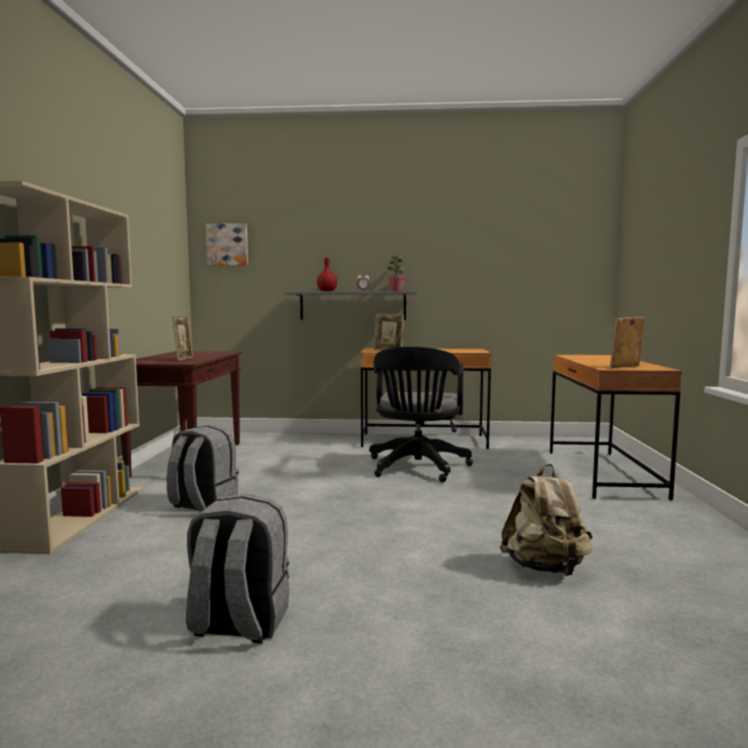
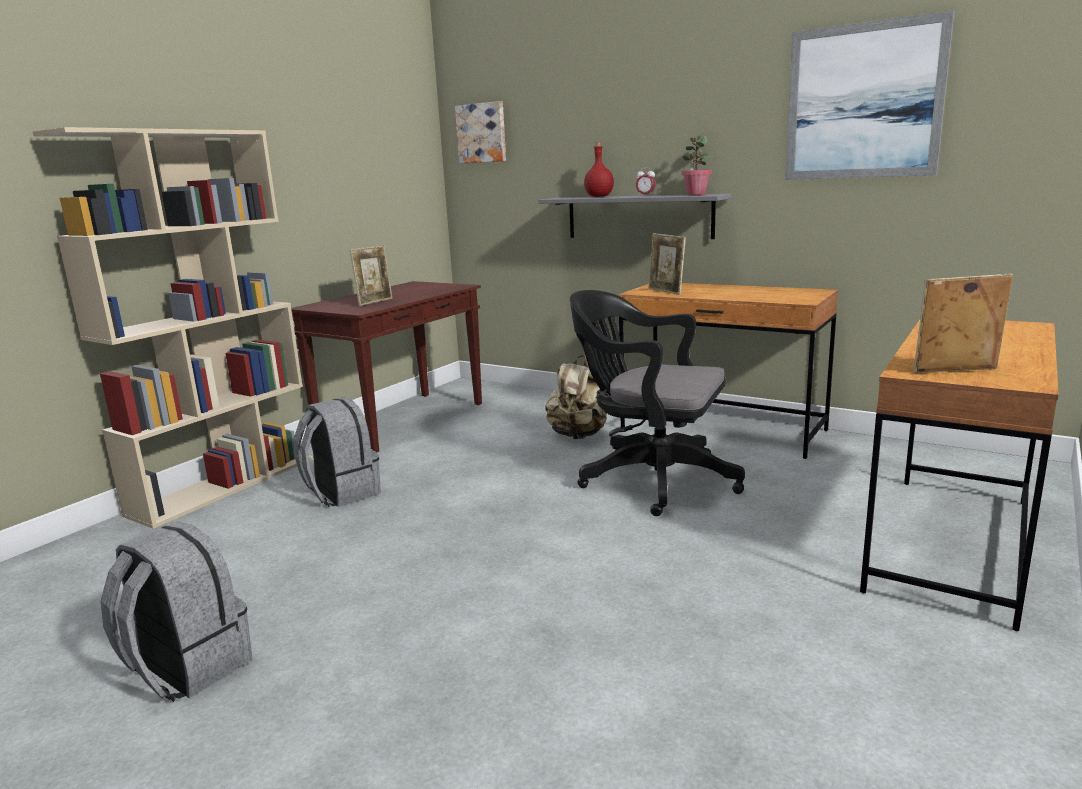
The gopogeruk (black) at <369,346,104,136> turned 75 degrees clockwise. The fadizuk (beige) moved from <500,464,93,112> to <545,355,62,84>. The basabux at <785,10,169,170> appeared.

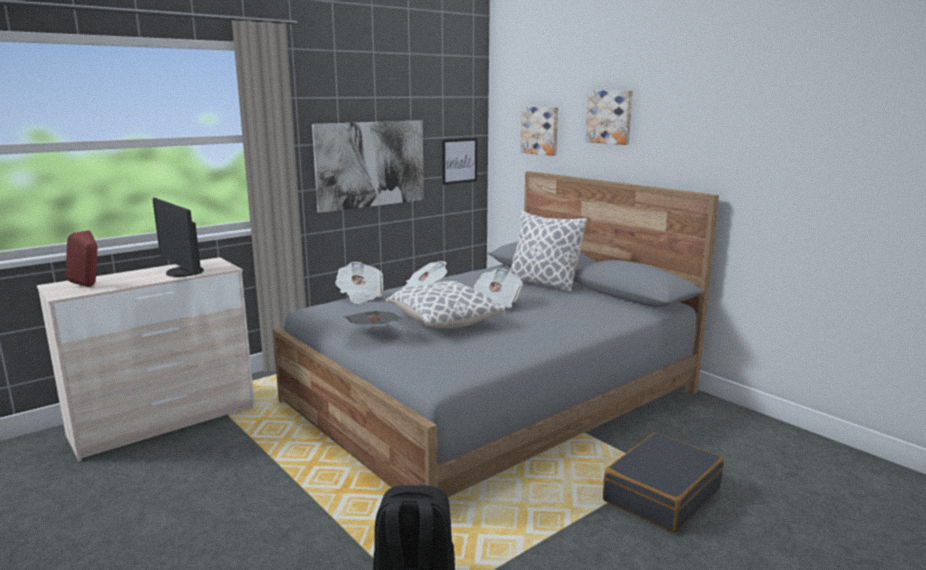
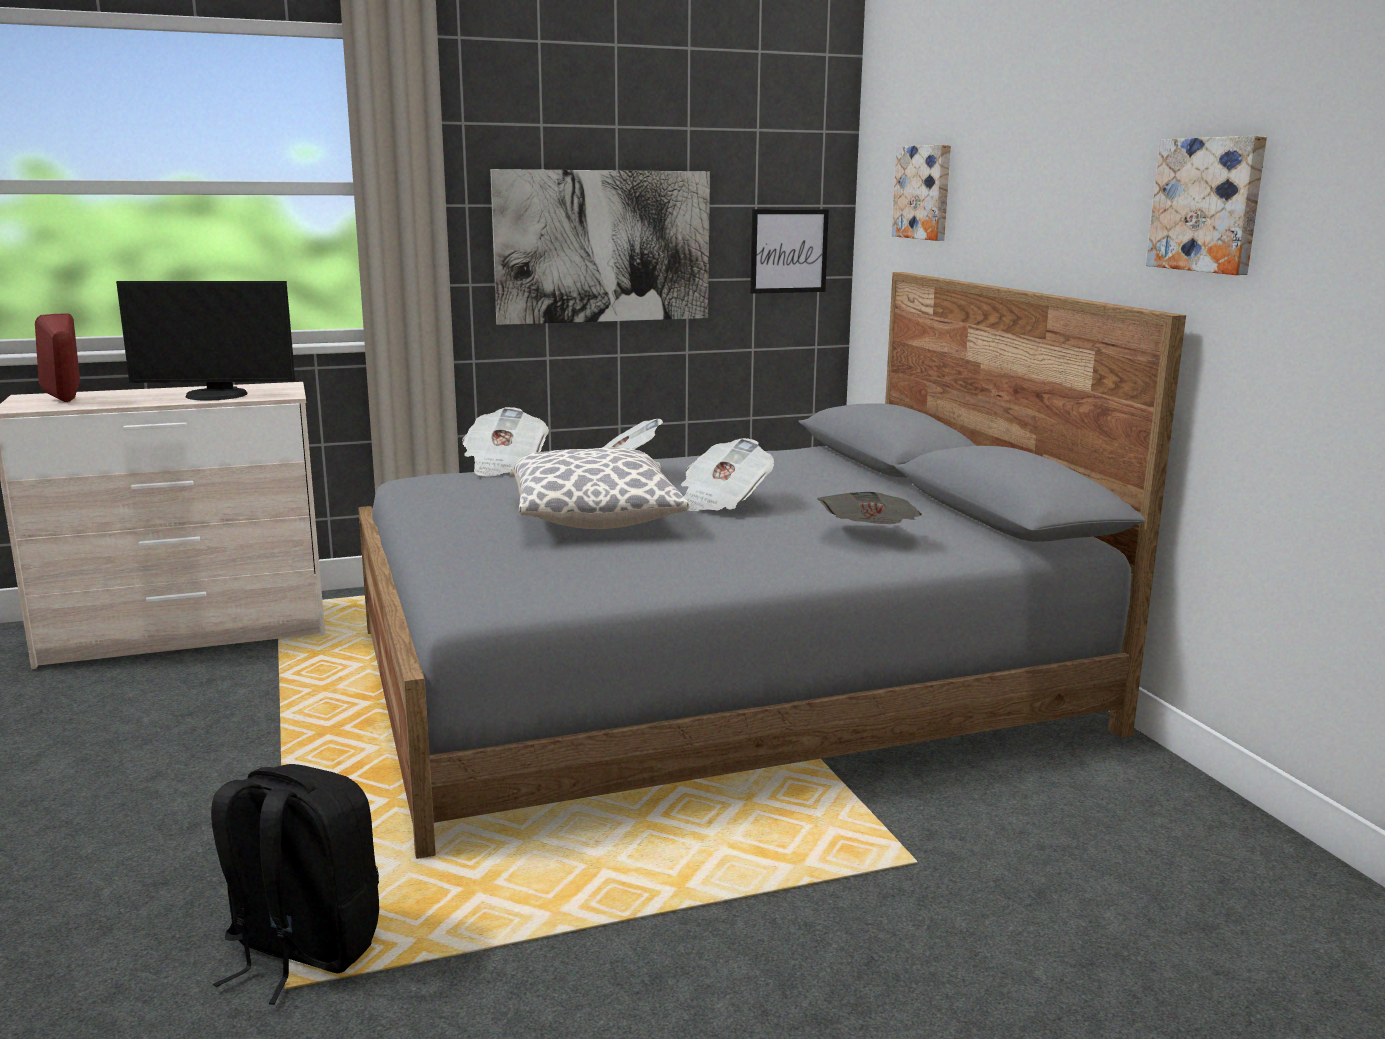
The basabux moved from <585,91,48,54> to <1146,136,121,139>. The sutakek at <152,198,52,79> turned 75 degrees counterclockwise. The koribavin at <509,211,78,81> disappeared. The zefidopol moved from <344,311,58,14> to <817,492,105,32>. The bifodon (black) at <603,432,121,101> disappeared.

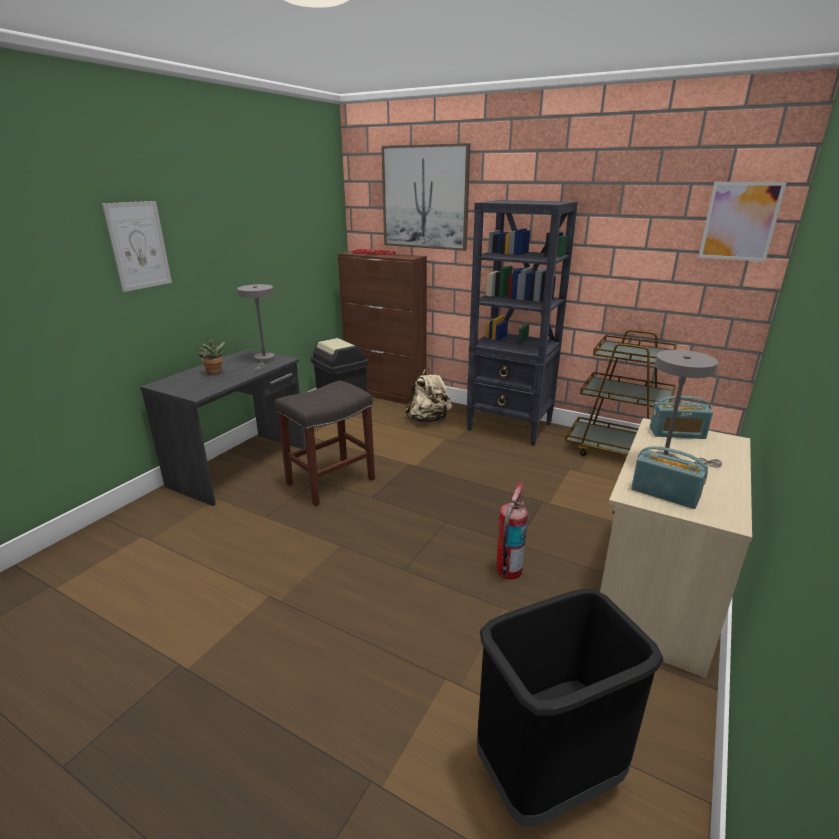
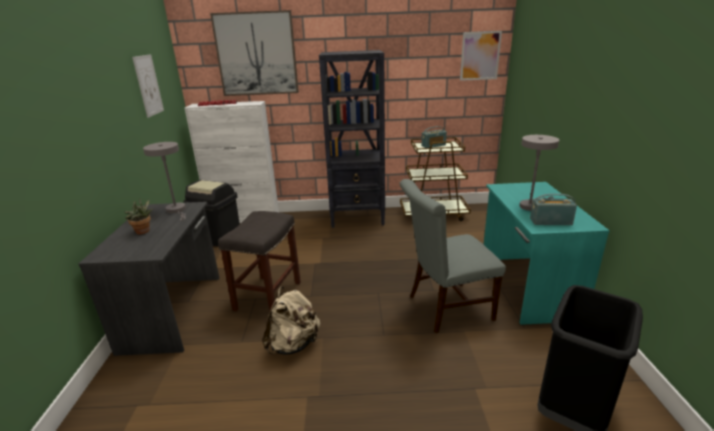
The basabux moved from <102,201,70,91> to <132,54,32,64>. The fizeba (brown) at <338,251,89,153> became the fizeba (white) at <185,101,94,122>. The fadizuk (beige) moved from <405,368,47,54> to <262,286,58,69>. The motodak moved from <650,396,63,43> to <421,126,26,22>. The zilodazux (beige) at <600,418,152,260> became the zilodazux (turquoise) at <483,182,127,143>. The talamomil at <496,482,32,97> was replaced by the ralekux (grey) at <400,179,106,154>.

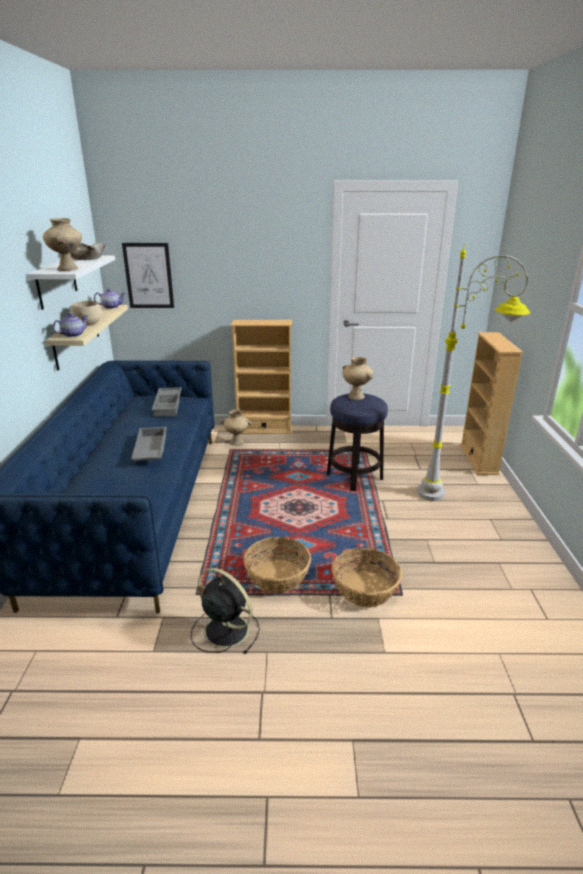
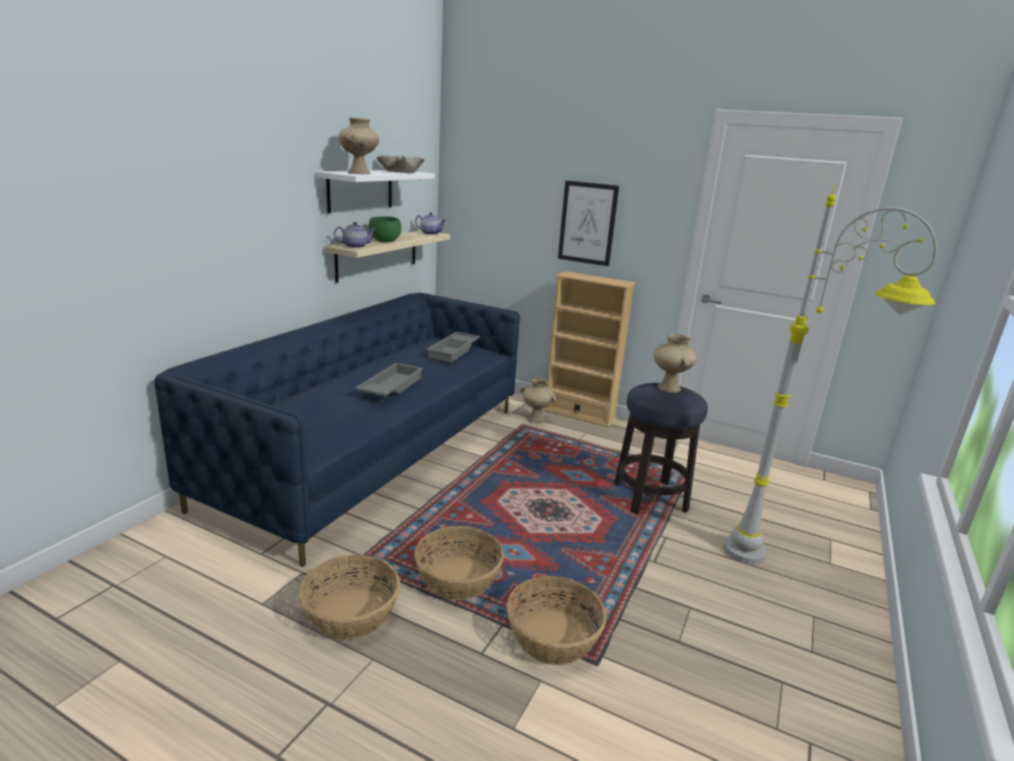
The basabux moved from <122,243,52,65> to <558,181,61,85>. The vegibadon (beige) at <69,301,33,25> became the vegibadon (green) at <369,216,32,27>. The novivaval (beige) at <460,332,63,143> disappeared. The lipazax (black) at <191,568,69,86> was replaced by the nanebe at <299,555,101,85>.

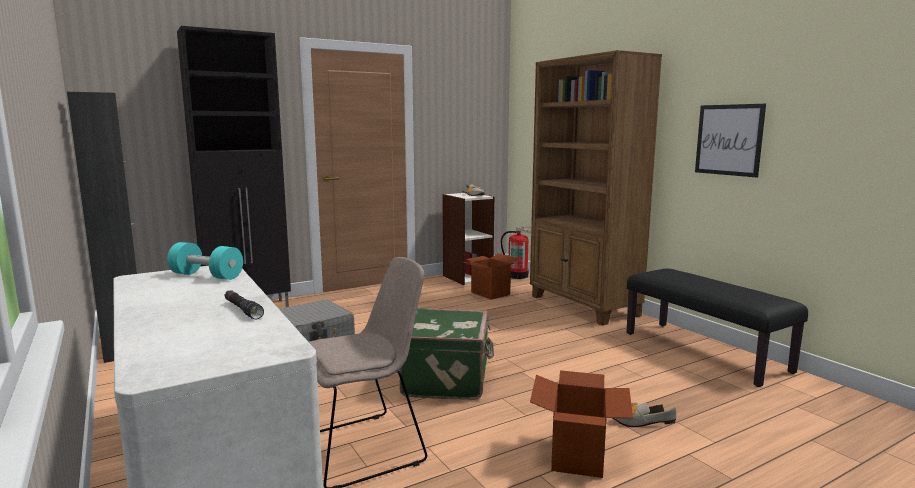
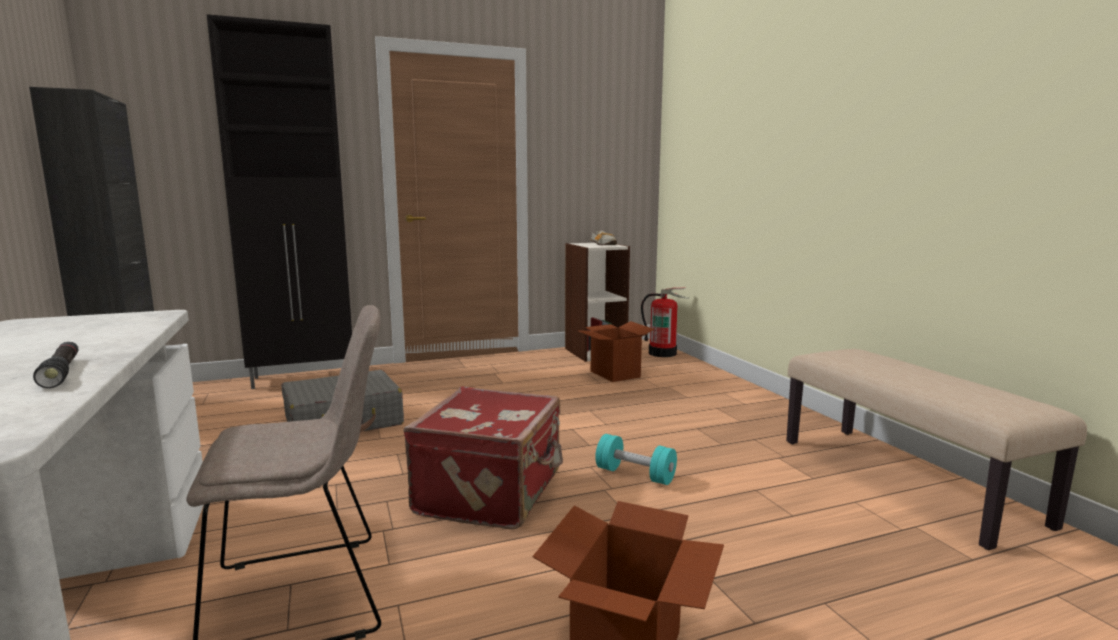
The novivaval (brown) at <530,50,132,275> disappeared. The basabux at <695,104,71,73> disappeared. The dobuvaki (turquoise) moved from <167,242,76,38> to <595,434,82,51>. The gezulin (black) at <626,268,182,119> became the gezulin (beige) at <786,349,301,201>. The bifodon (green) at <399,308,95,92> became the bifodon (red) at <403,387,160,143>. The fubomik at <613,403,63,24> disappeared.

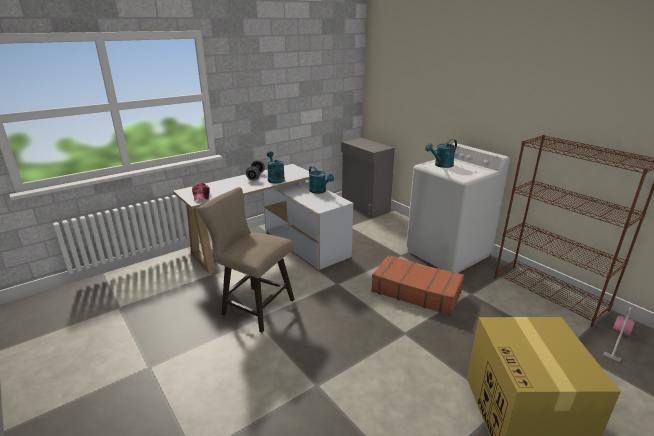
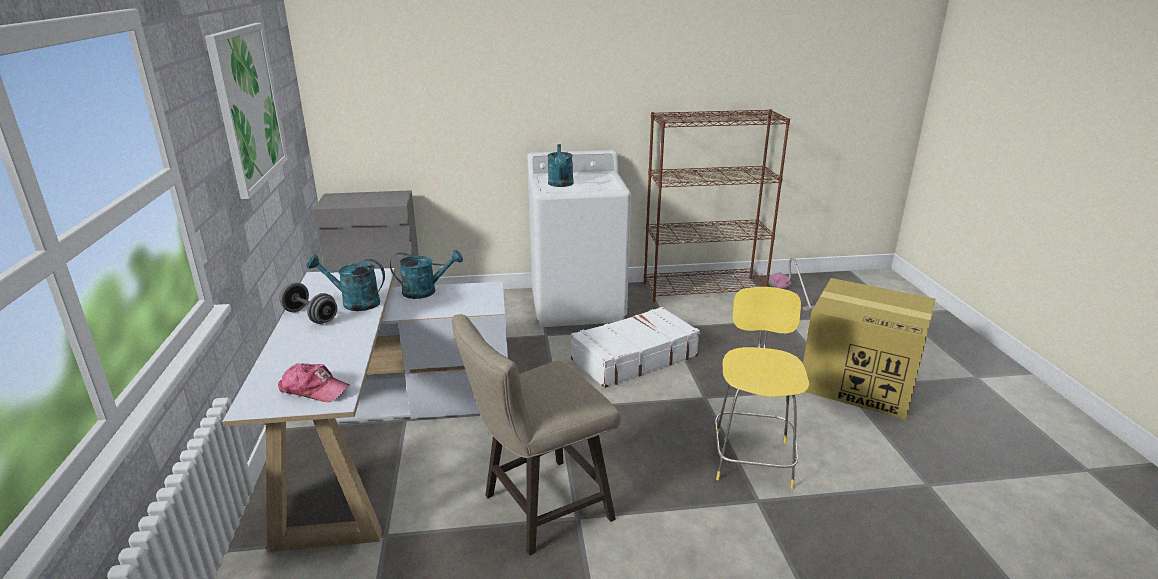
The bifodon (brown) at <371,255,93,61> became the bifodon (white) at <571,307,129,81>. The basabux at <205,23,83,176> appeared. The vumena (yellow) at <714,287,96,202> appeared.

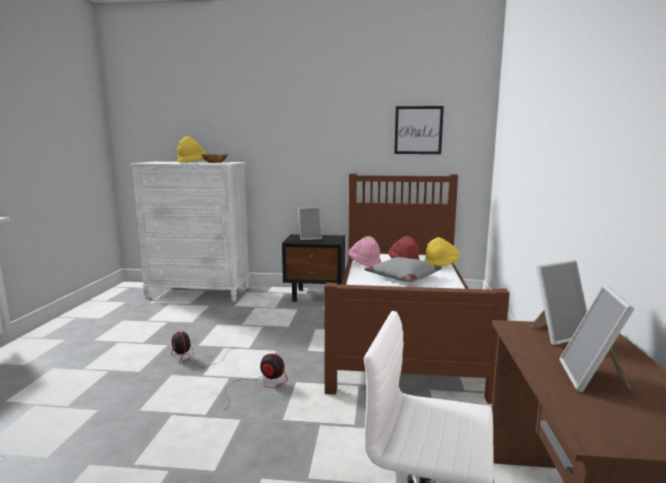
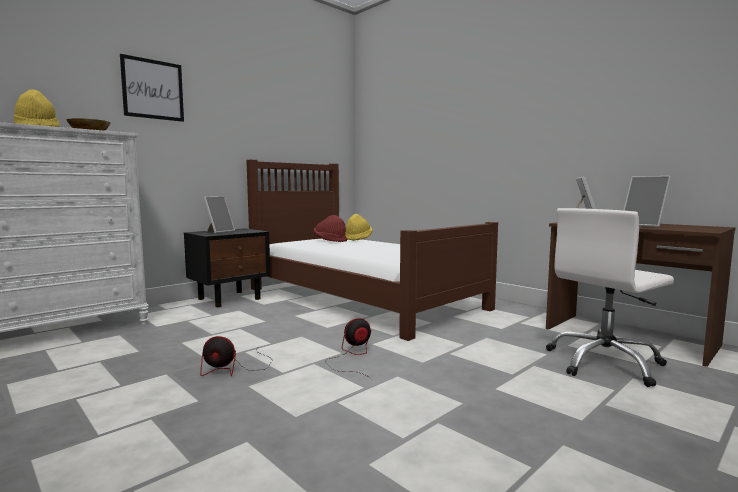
The basabux moved from <394,106,50,48> to <120,54,64,68>. The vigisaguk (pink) at <349,236,32,30> disappeared. The koribavin (grey) at <364,257,78,25> disappeared.

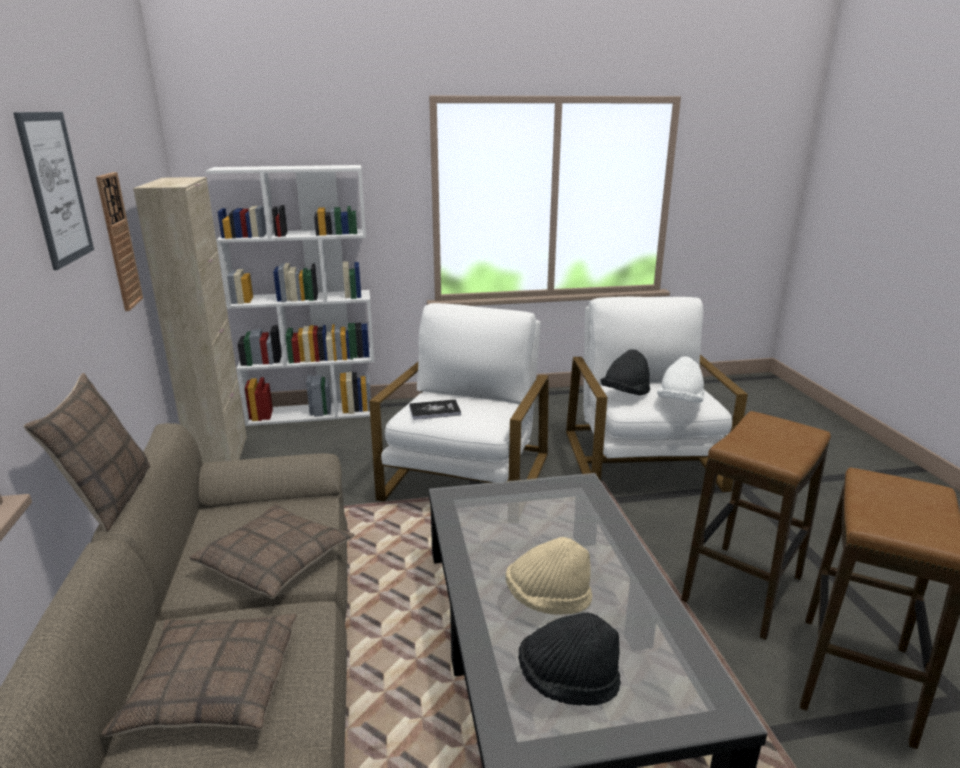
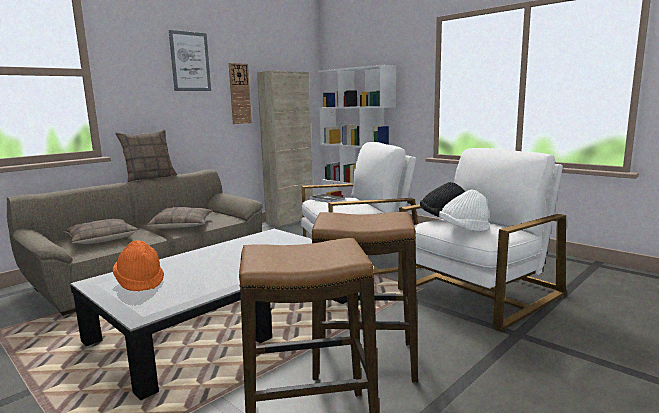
The vigisaguk (beige) at <506,537,86,78> disappeared. The vigisaguk (black) at <518,612,103,94> became the vigisaguk (orange) at <112,240,52,52>.

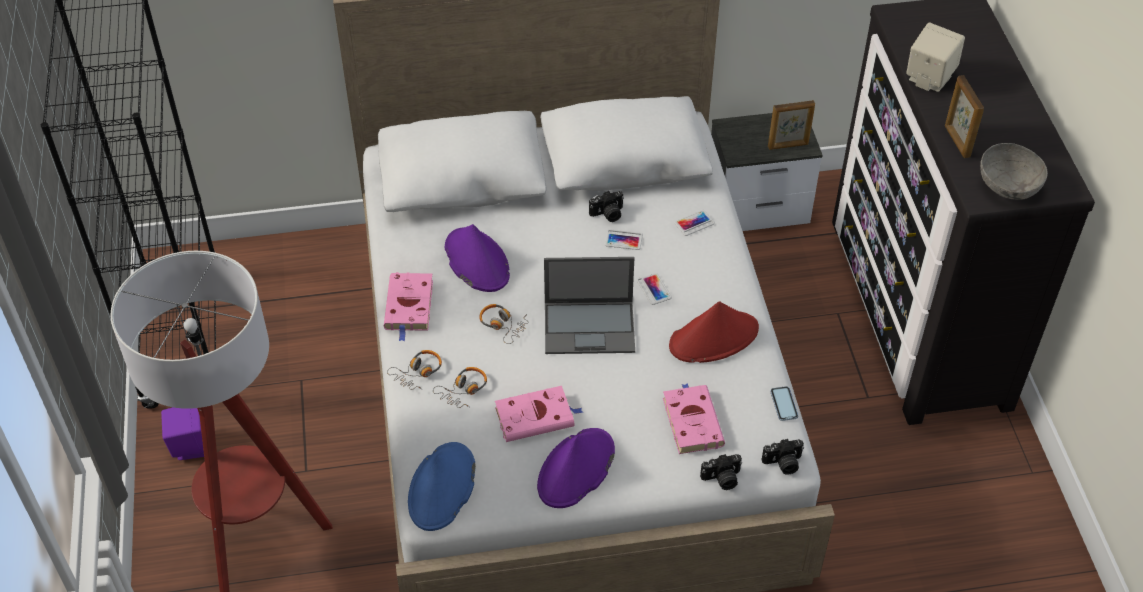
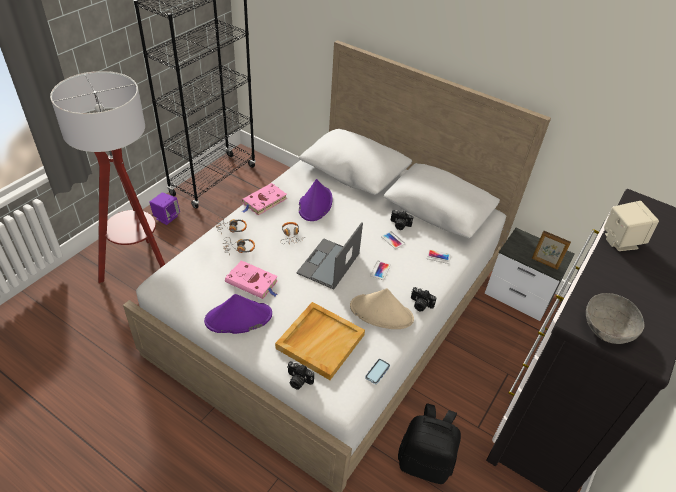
The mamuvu at <945,75,39,83> disappeared. The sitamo at <544,257,91,97> turned 75 degrees clockwise. The vigisaguk (red) at <669,302,90,61> became the vigisaguk (beige) at <350,288,64,41>. The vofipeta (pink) at <663,383,62,71> was replaced by the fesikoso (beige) at <275,302,90,78>. The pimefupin moved from <762,439,42,36> to <411,287,26,24>. The vigisaguk (blue) at <408,442,68,89> disappeared. The fadizuk (black) at <398,403,63,81> appeared.

